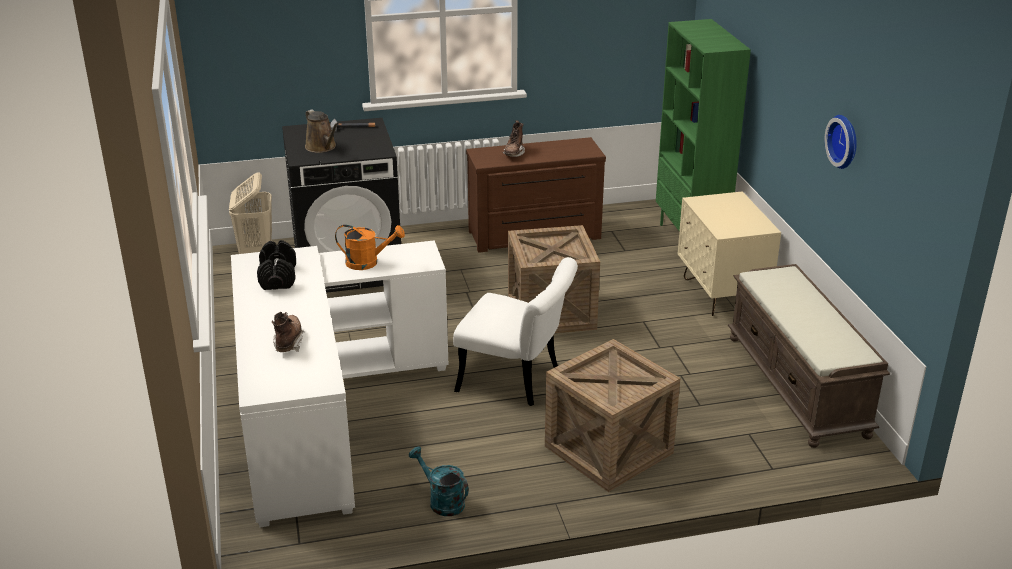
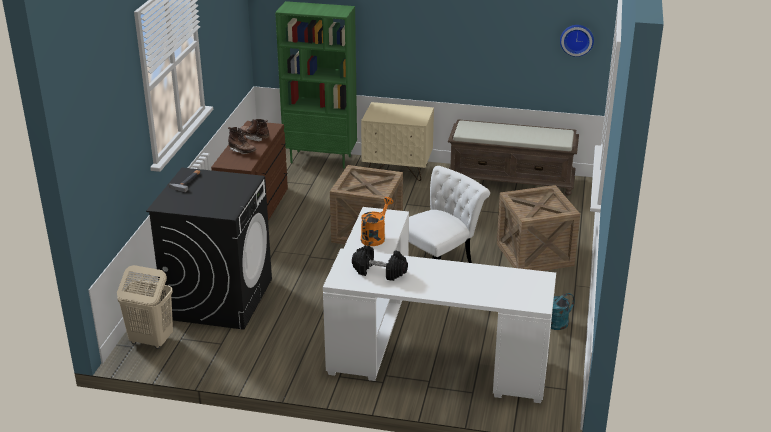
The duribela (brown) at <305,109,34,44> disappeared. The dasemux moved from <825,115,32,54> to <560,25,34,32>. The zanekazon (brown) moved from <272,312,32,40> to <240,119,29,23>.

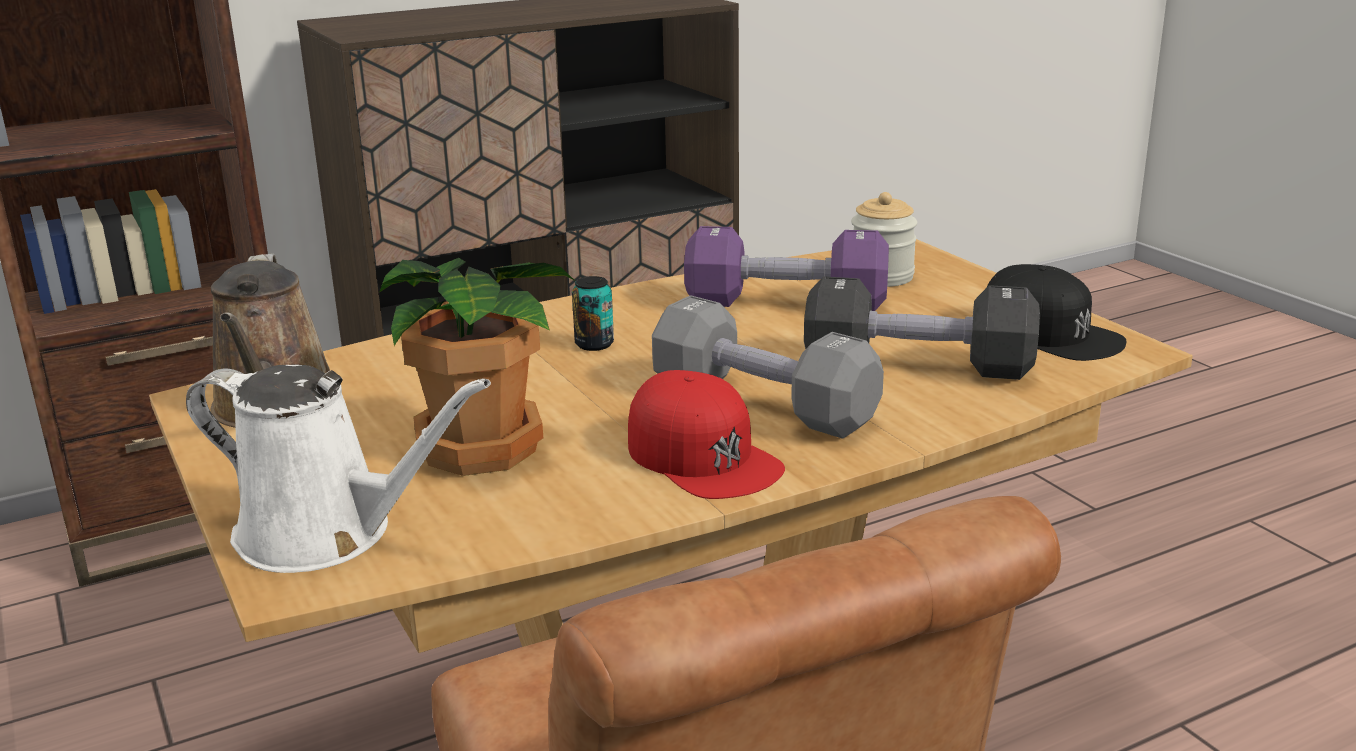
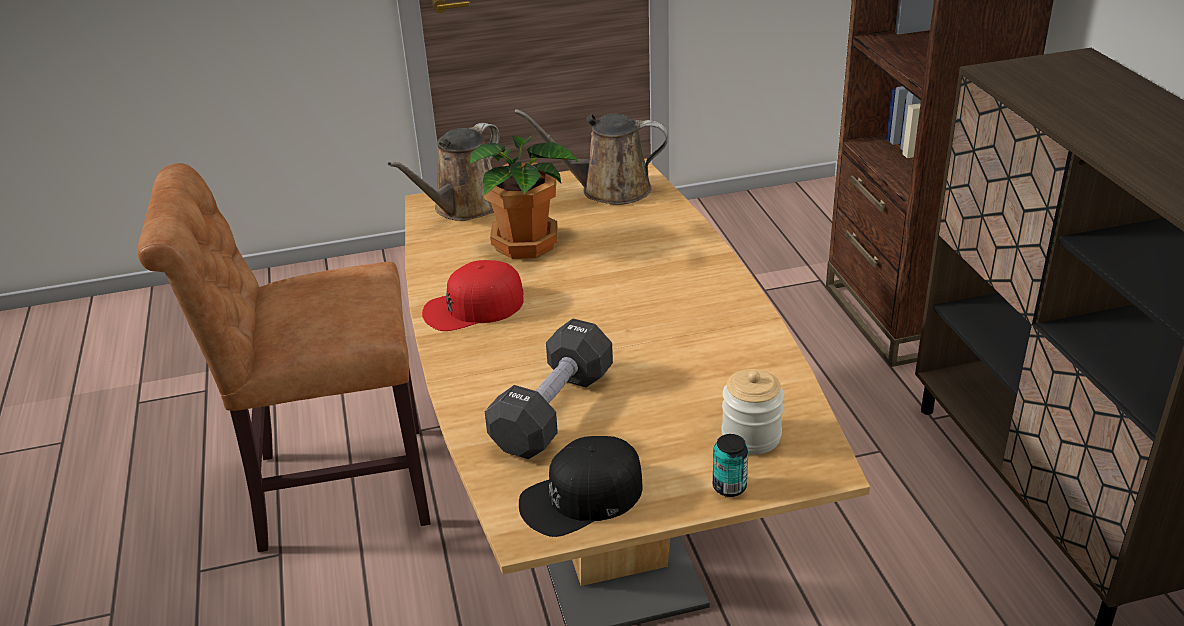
The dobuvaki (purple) at <684,226,205,85> disappeared. The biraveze moved from <572,276,42,75> to <713,434,35,63>. The dobuvaki (grey) at <652,295,232,144> disappeared. The duribela (white) at <186,365,305,208> became the duribela (brown) at <388,123,112,98>.

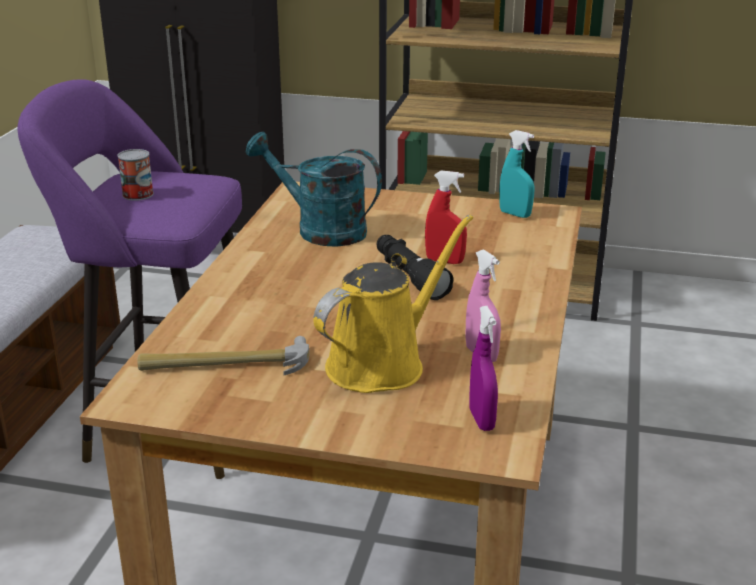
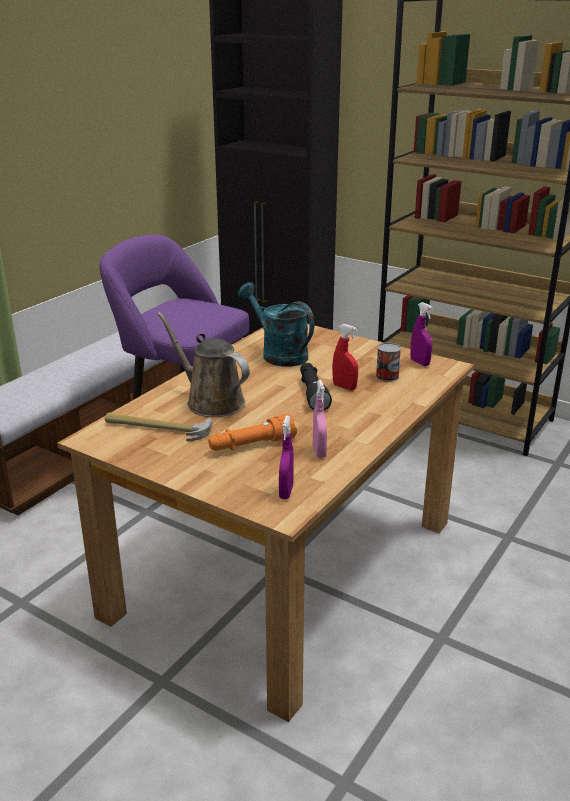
The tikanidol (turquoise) at <499,130,36,88> became the tikanidol (purple) at <410,302,23,64>. The biraveze moved from <117,149,37,52> to <376,343,25,39>. The duribela (yellow) at <313,215,160,178> was replaced by the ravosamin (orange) at <208,414,89,37>. The duribela (brown) at <157,312,93,105> appeared.

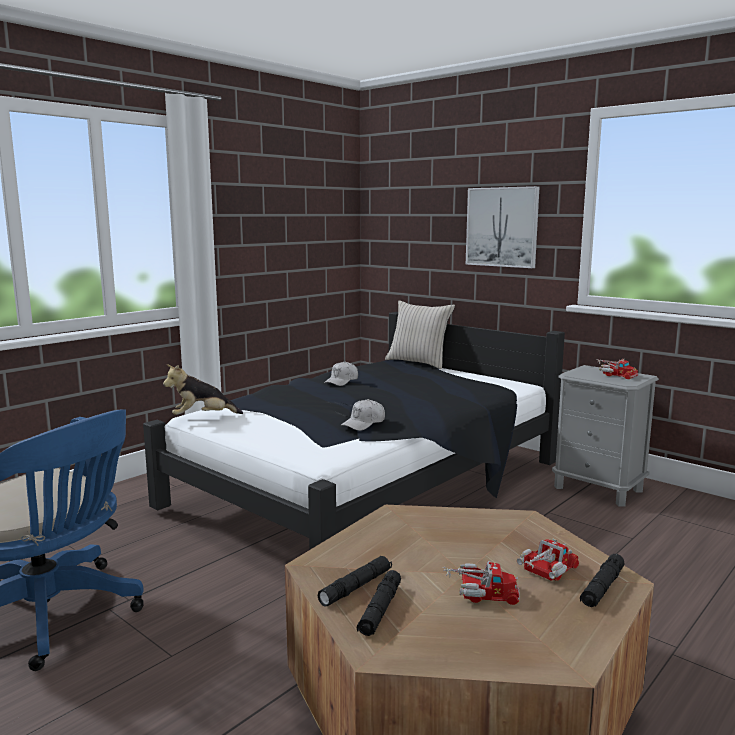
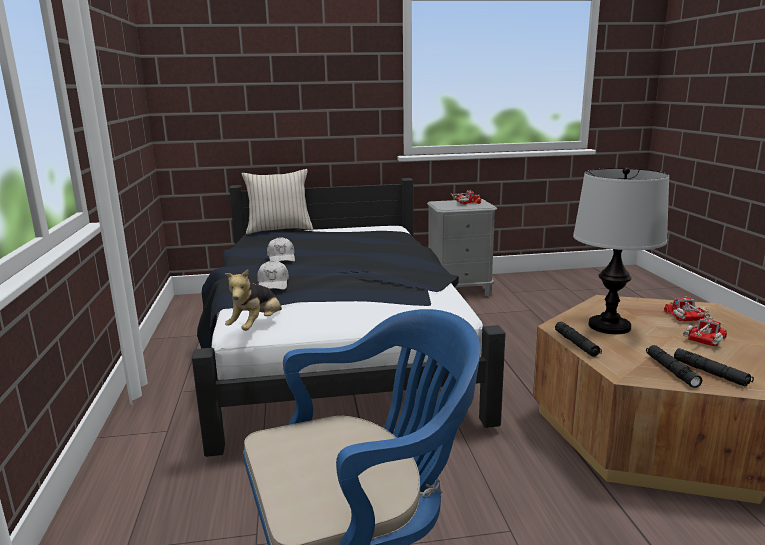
The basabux at <466,186,74,82> disappeared. The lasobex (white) moved from <341,399,44,32> to <257,260,32,30>. The ravosamin (black) moved from <580,554,45,53> to <555,321,47,36>. The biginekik at <573,167,96,167> appeared.

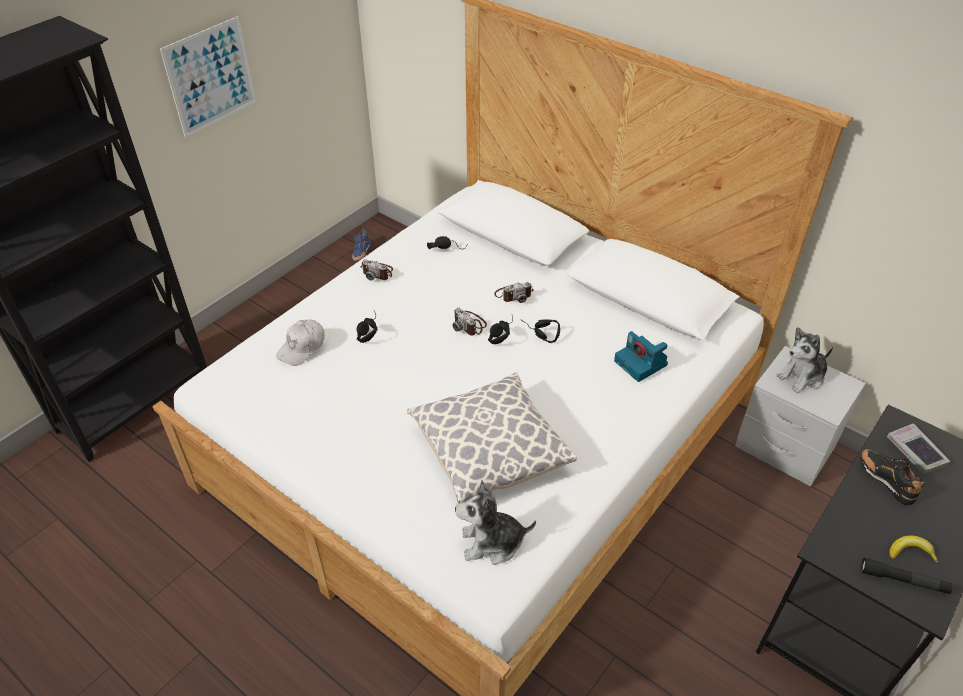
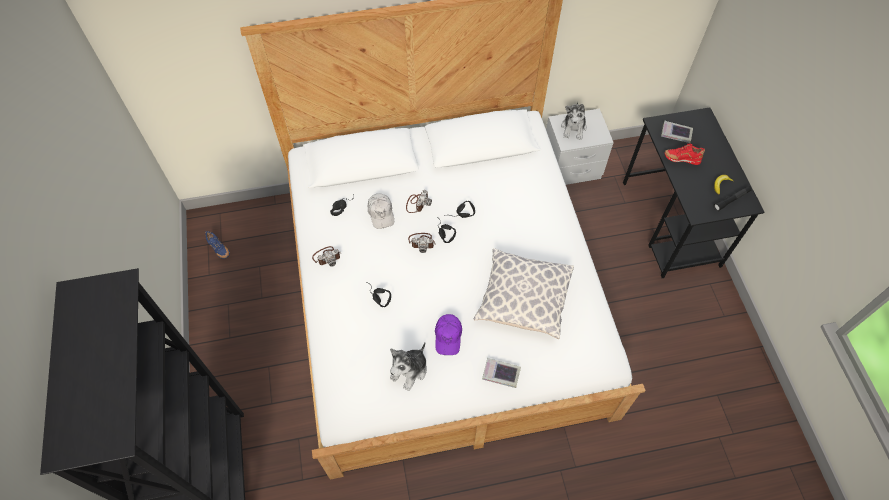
The basabux at <160,16,96,121> disappeared. The lasobex (white) moved from <276,320,49,46> to <368,193,26,36>. The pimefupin at <614,331,54,51> disappeared. The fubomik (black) at <860,449,65,56> became the fubomik (red) at <665,143,40,22>. The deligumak moved from <455,480,81,85> to <390,342,37,49>. The lasobex (purple) at <435,314,27,41> appeared. The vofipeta at <482,358,39,30> appeared.

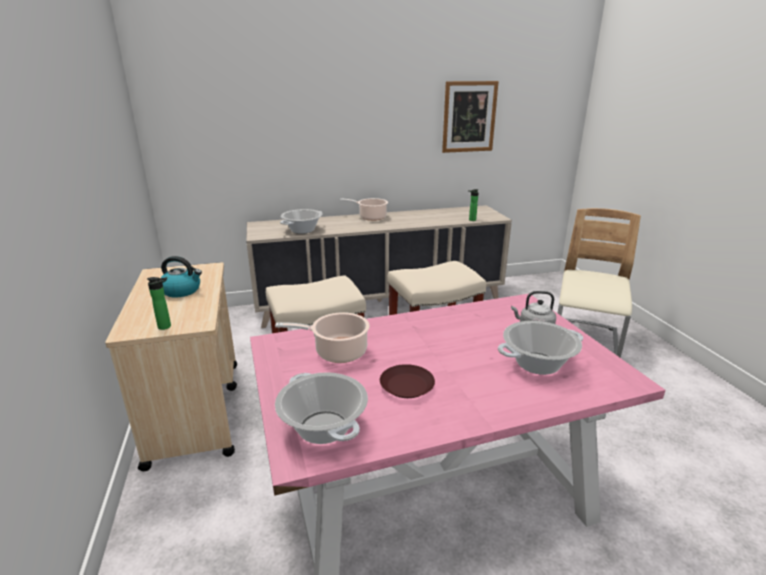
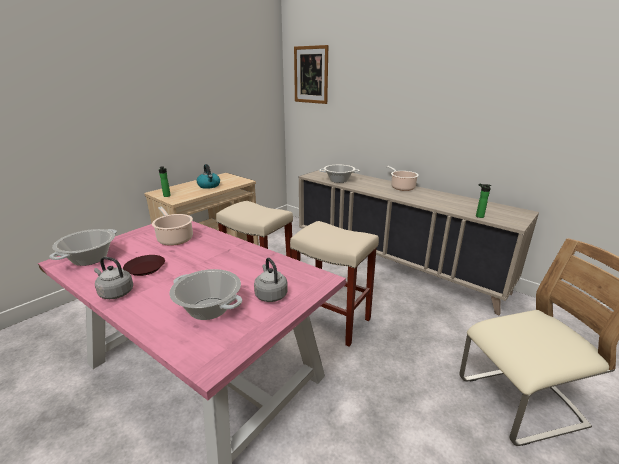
The basabux moved from <442,81,57,72> to <294,45,34,59>. The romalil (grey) at <94,257,39,42> appeared.

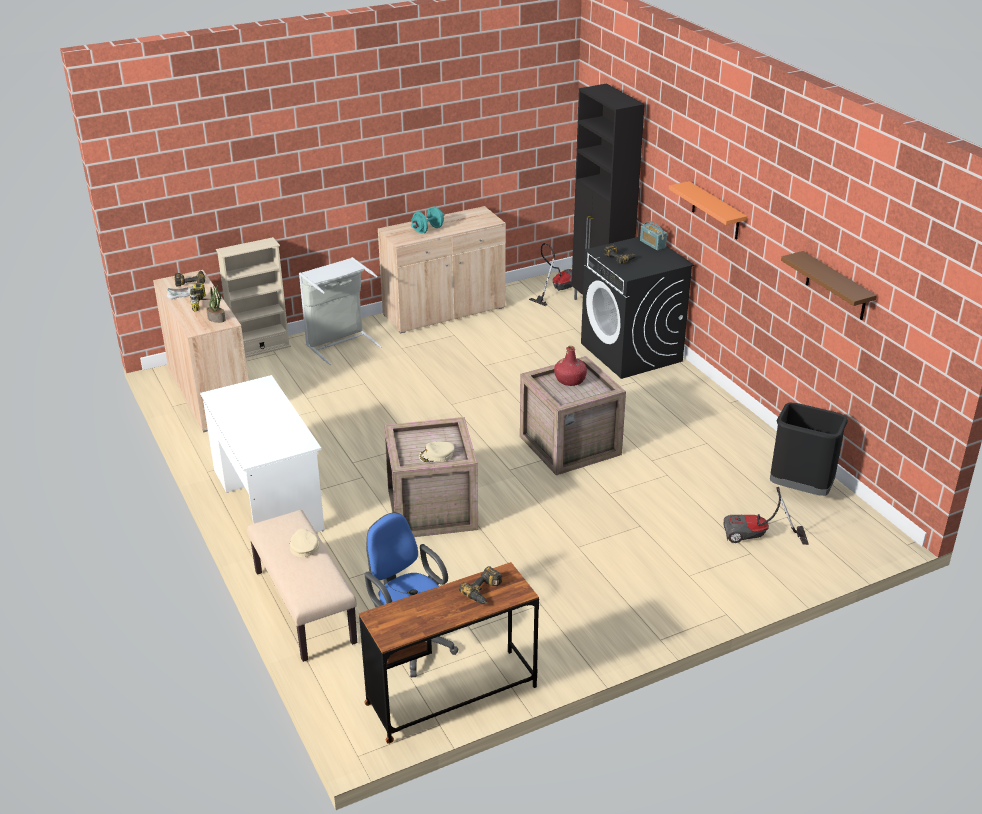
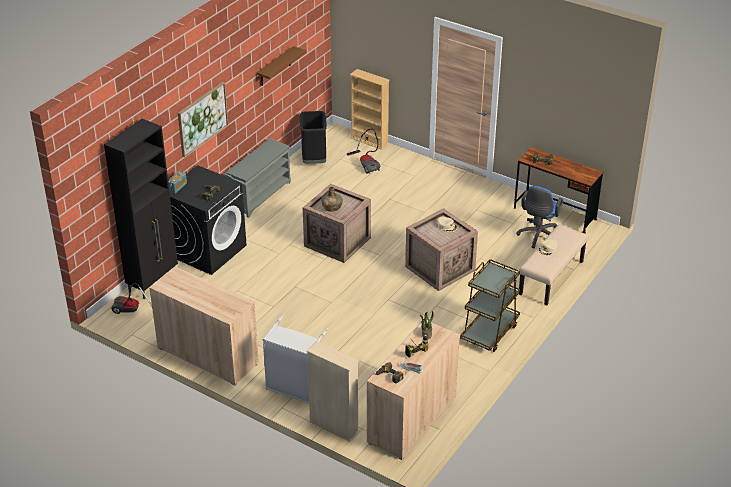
The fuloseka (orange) at <669,181,78,59> was replaced by the basabux at <178,82,50,75>. The dobuvaki (turquoise) at <411,206,33,28> disappeared. The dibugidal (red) at <554,346,33,40> became the dibugidal (green) at <322,187,21,25>. The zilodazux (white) at <200,375,125,158> was replaced by the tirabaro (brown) at <460,259,60,93>. The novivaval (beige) at <350,69,39,81> appeared. The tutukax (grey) at <224,138,68,80> appeared.

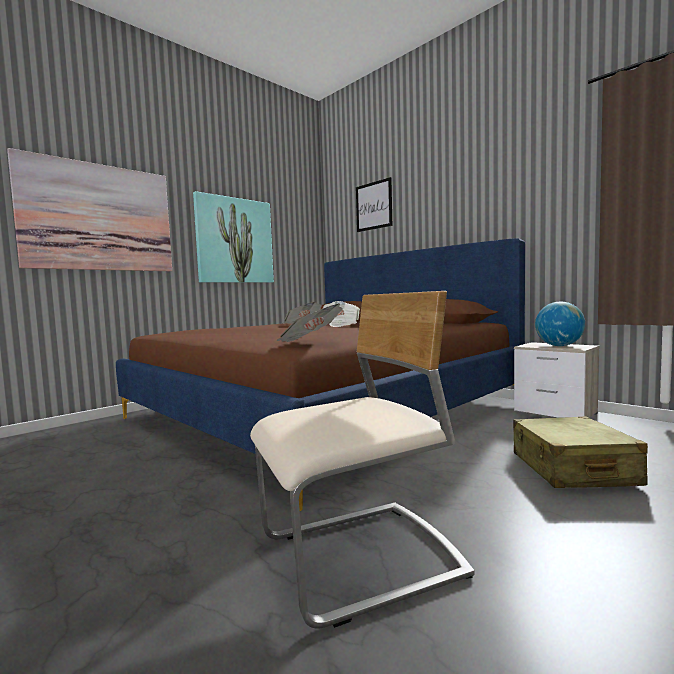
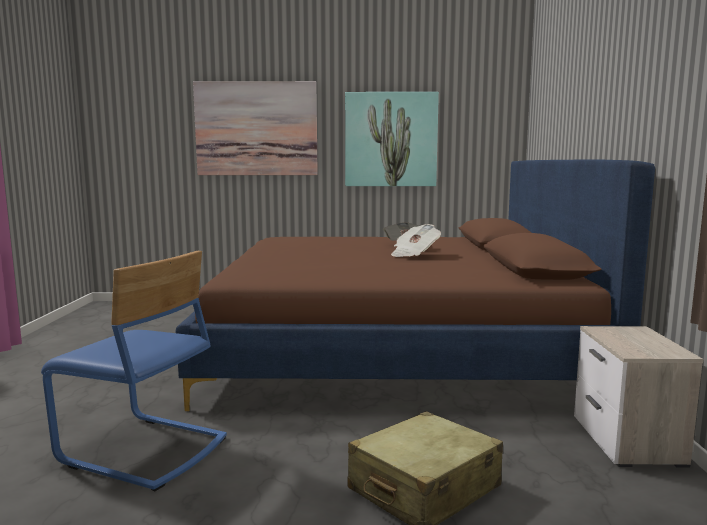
The basabux at <356,177,36,55> disappeared. The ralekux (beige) at <250,291,225,338> became the ralekux (blue) at <41,251,186,240>. The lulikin at <535,302,50,44> disappeared. The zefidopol at <276,303,67,39> disappeared.

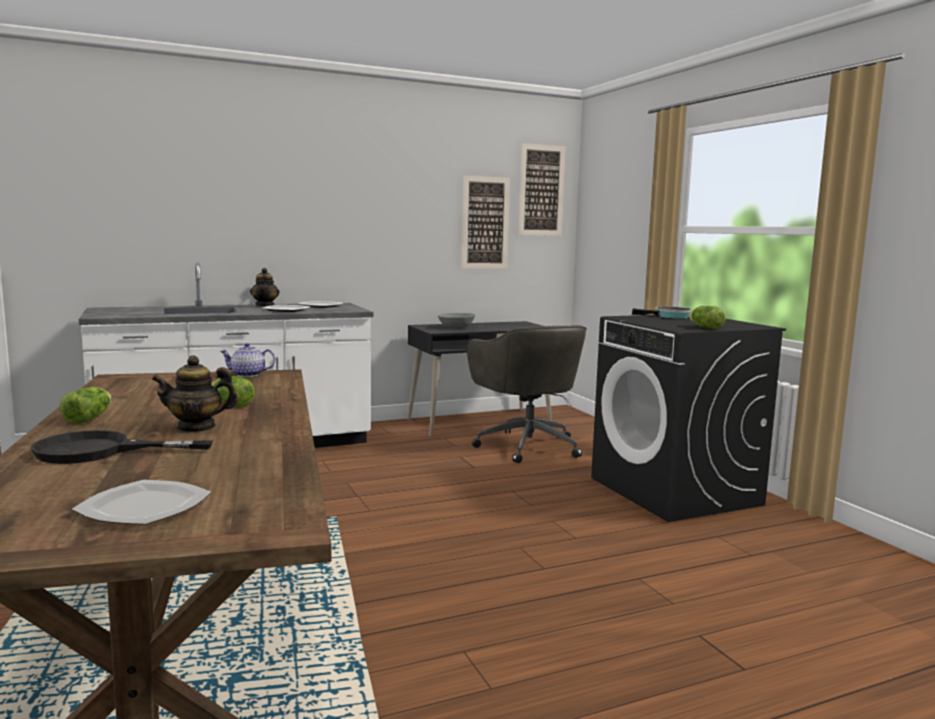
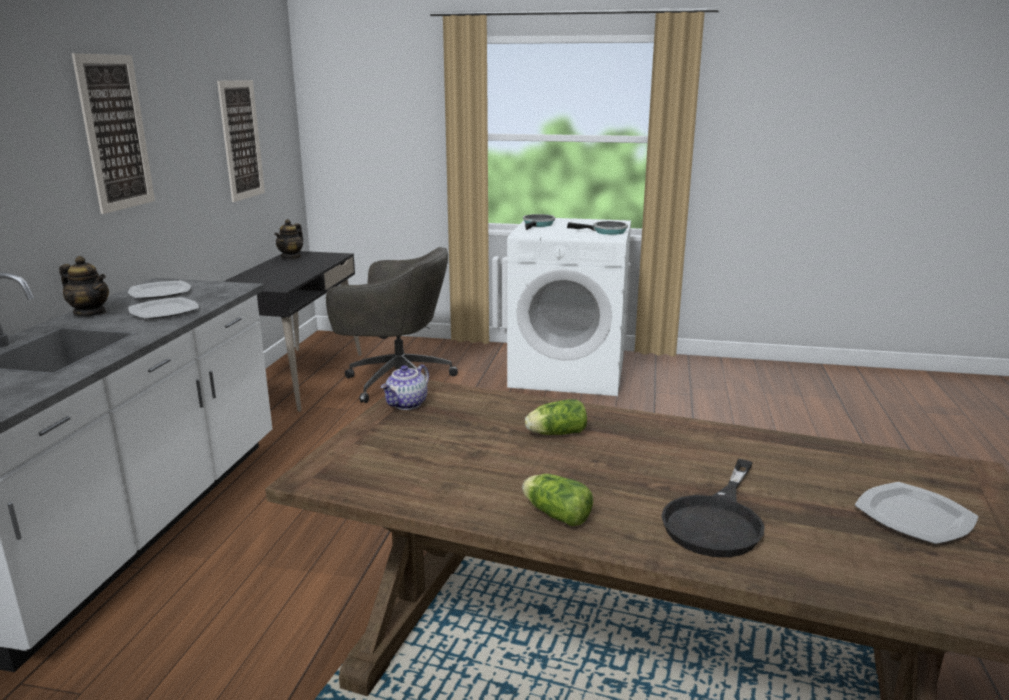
The basabux moved from <518,143,48,93> to <72,53,83,161>. The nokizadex at <689,306,36,23> was replaced by the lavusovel at <567,221,61,14>. The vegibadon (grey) at <438,313,37,16> disappeared. The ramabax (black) at <591,315,195,207> became the ramabax (white) at <507,218,124,178>. The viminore moved from <152,355,86,78> to <274,219,29,40>.

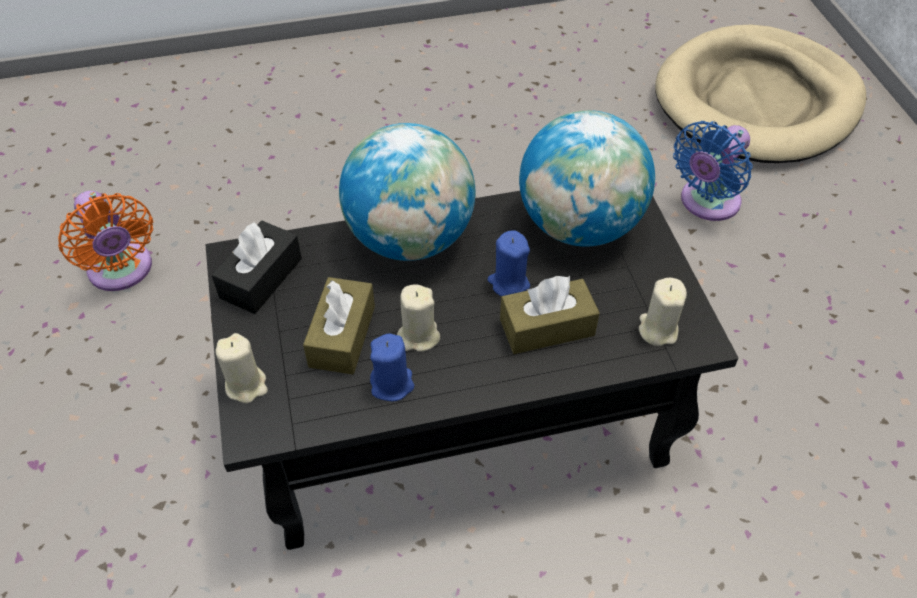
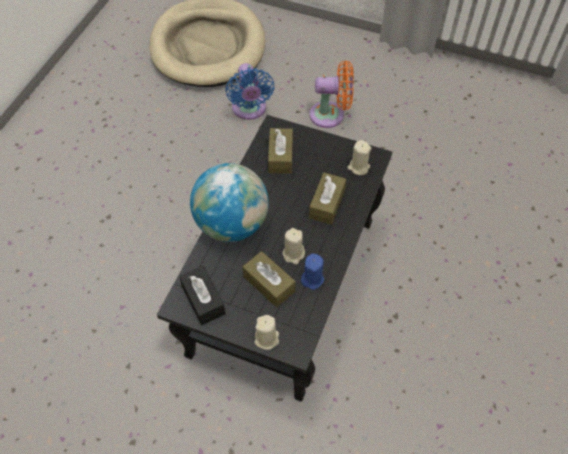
The lulikin at <519,110,136,137> was replaced by the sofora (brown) at <268,128,25,46>. The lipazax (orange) moved from <58,191,95,100> to <309,60,45,68>. The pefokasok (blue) at <488,230,42,66> disappeared.

